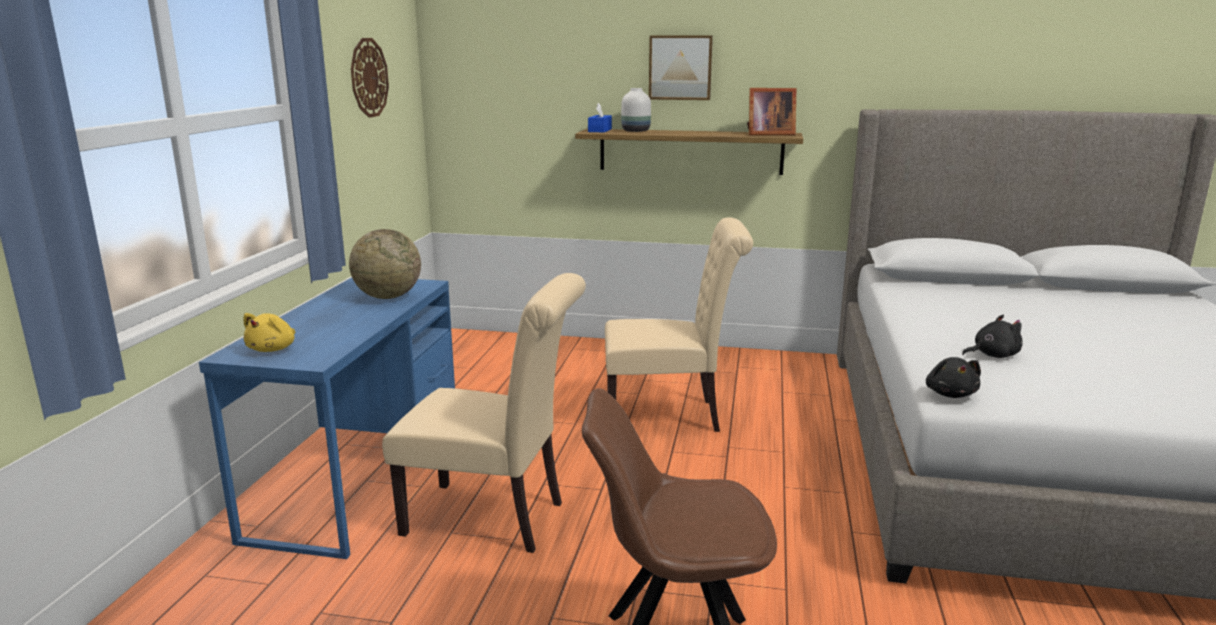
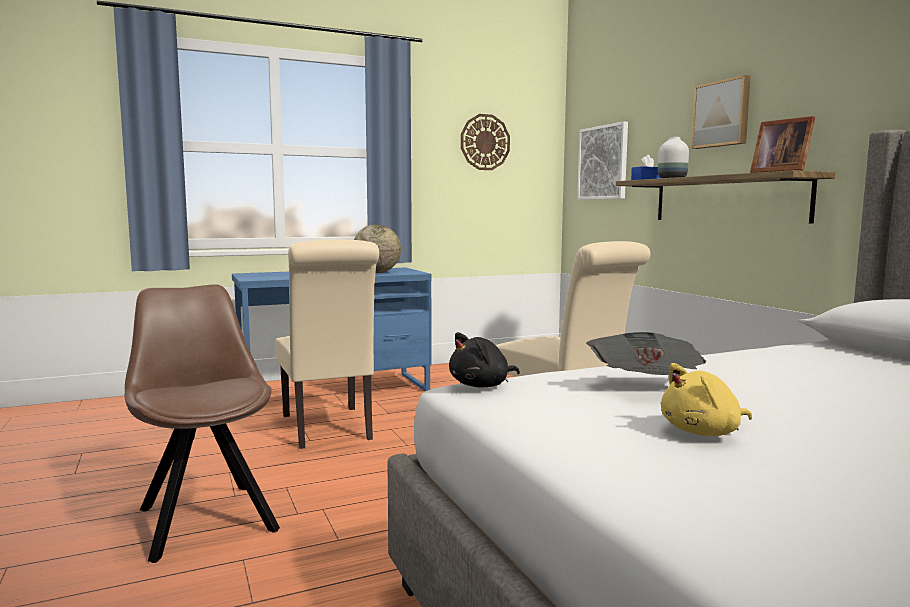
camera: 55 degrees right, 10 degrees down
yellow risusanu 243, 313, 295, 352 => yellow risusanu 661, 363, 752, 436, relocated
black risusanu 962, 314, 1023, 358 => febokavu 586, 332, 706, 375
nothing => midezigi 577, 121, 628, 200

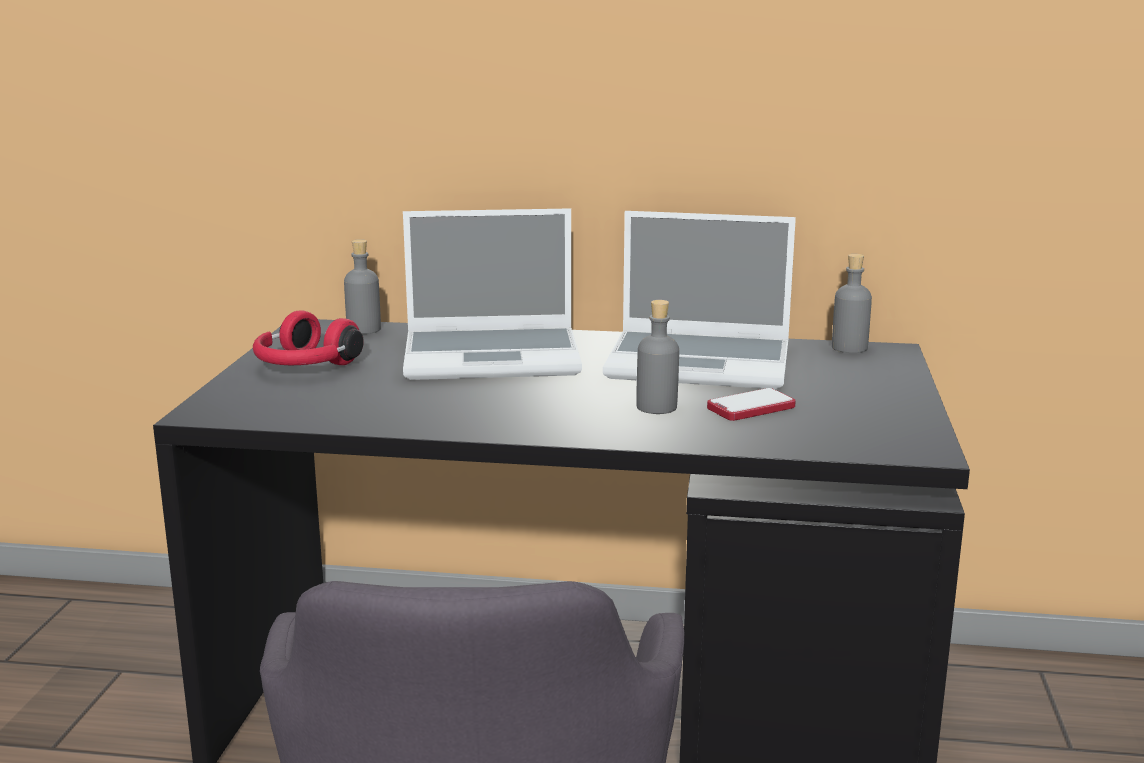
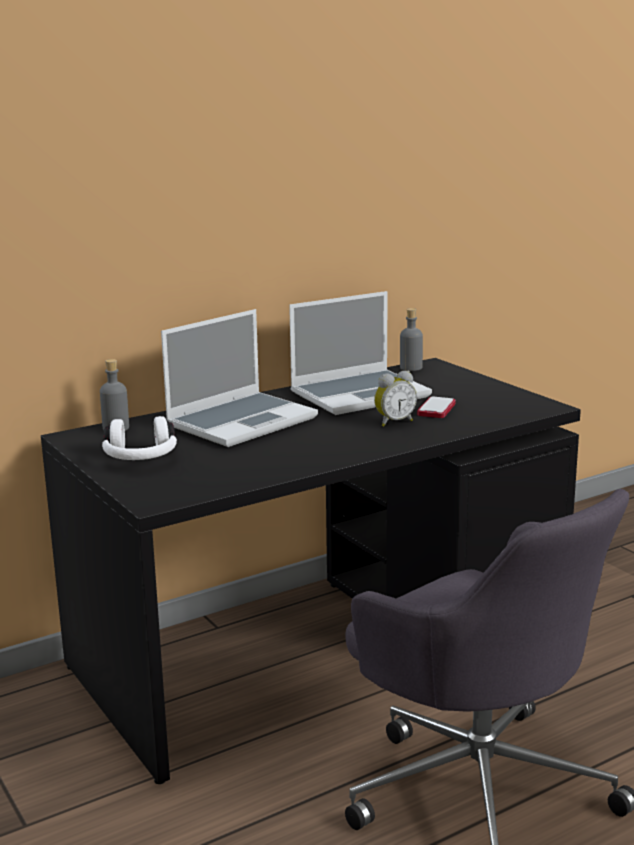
camera: 40 degrees left, 0 degrees up
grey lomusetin 636, 300, 679, 414 => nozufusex 374, 371, 417, 427
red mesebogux 253, 310, 364, 365 => white mesebogux 102, 416, 177, 460

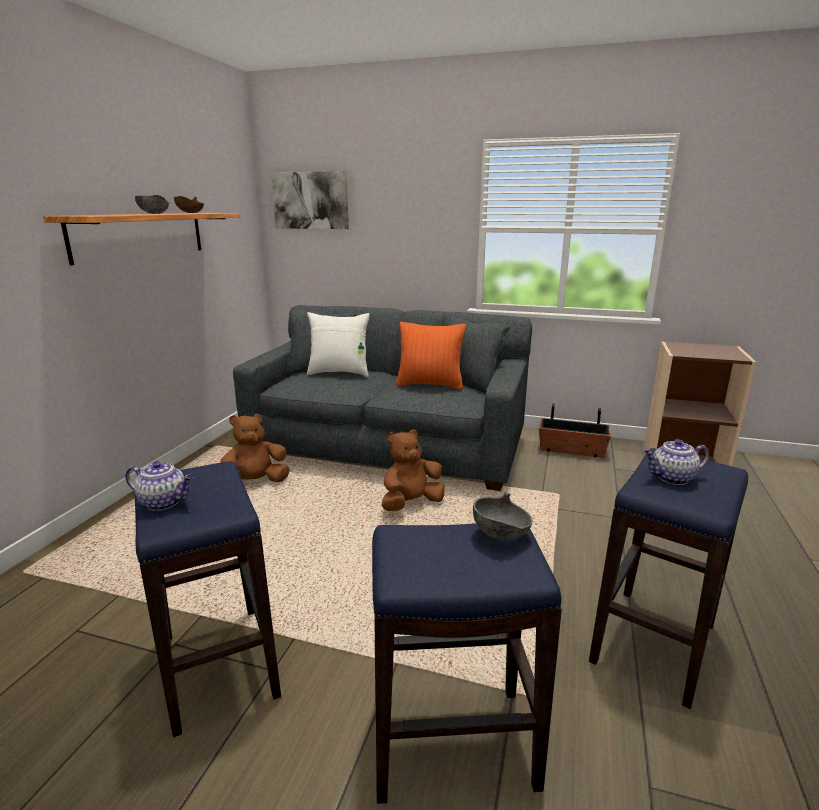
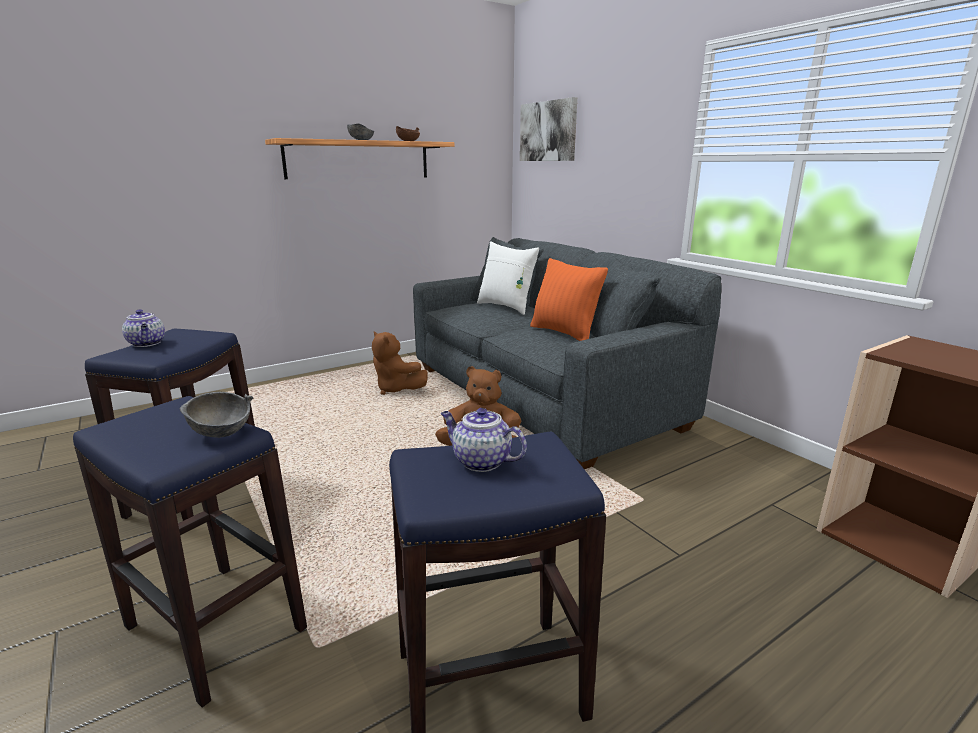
camera: 40 degrees right, 0 degrees up
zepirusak 539, 403, 611, 458 => nothing
brown risusanu 220, 414, 290, 482 => brown risusanu 372, 331, 428, 395, 150 degrees counterclockwise

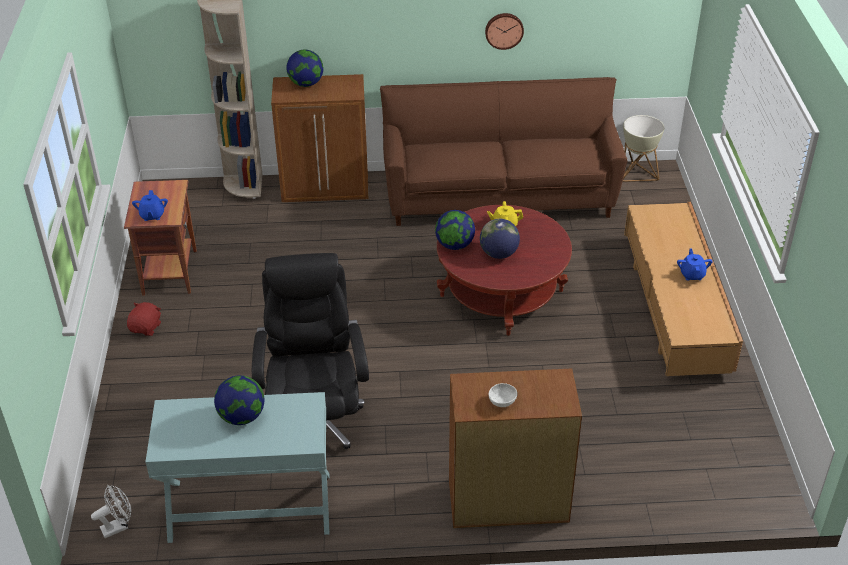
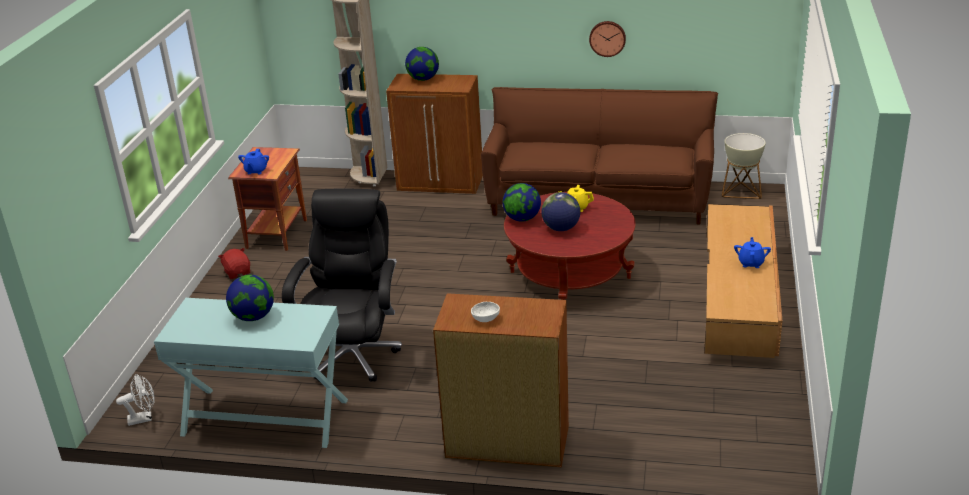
camera: 15 degrees right, 10 degrees down
red risusanu 127, 302, 161, 336 => red risusanu 218, 248, 250, 279, 60 degrees counterclockwise

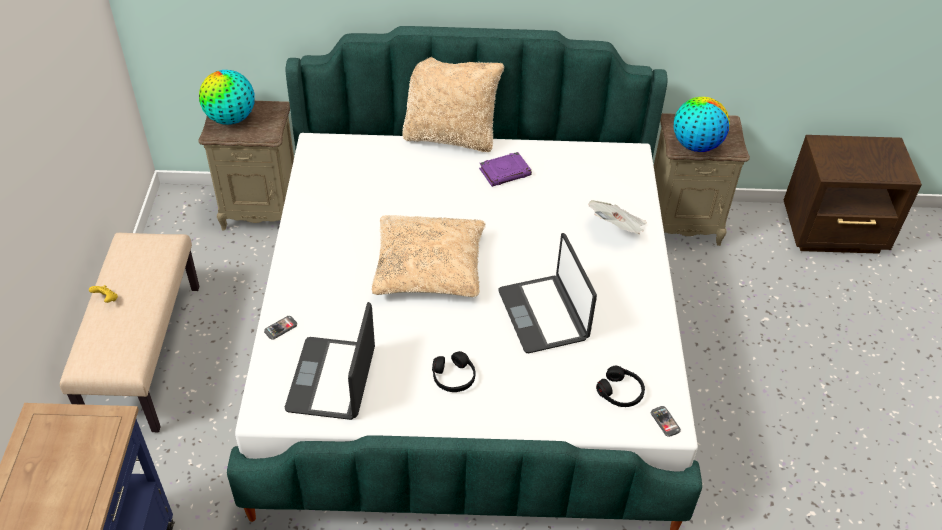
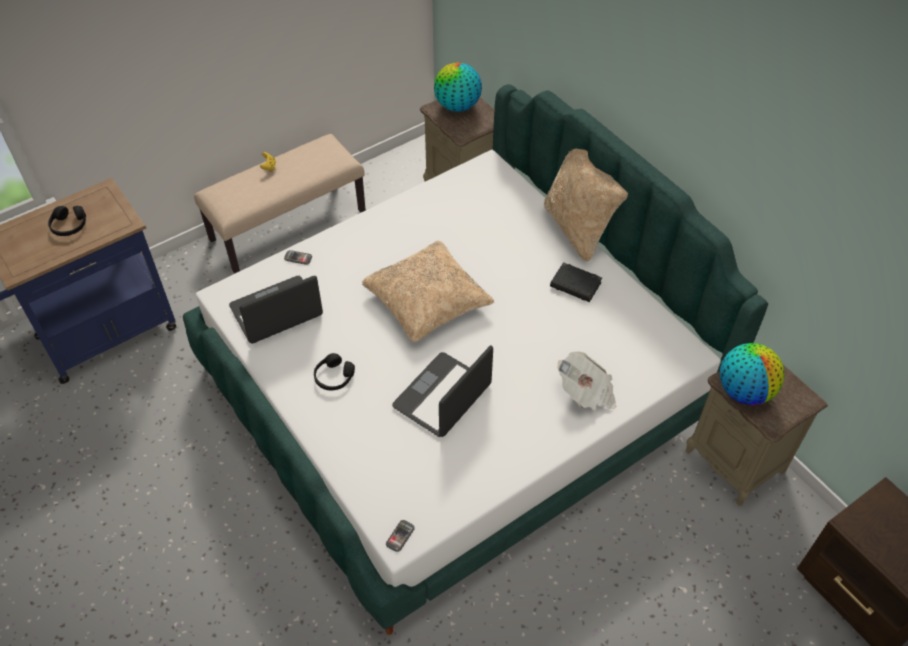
camera: 55 degrees right, 5 degrees up
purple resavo 479, 152, 532, 187 => black resavo 550, 262, 602, 302
black mesebogux 596, 366, 645, 407 => black mesebogux 48, 206, 86, 236, relocated

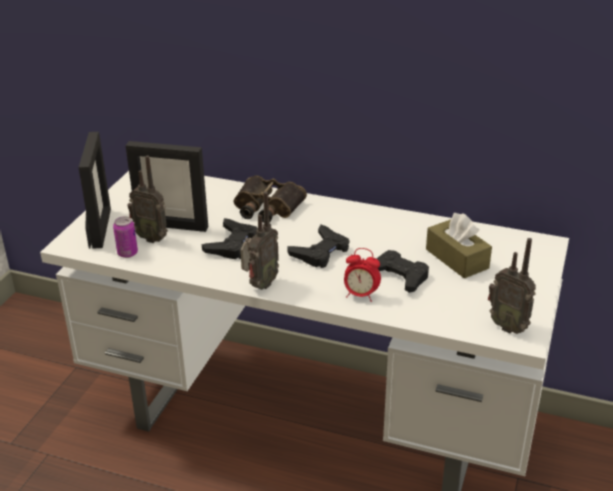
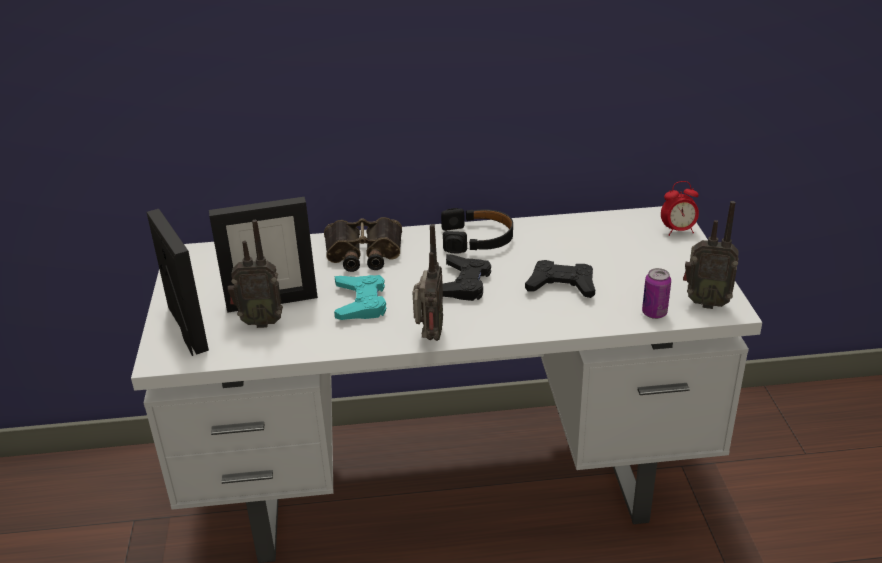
camera: 25 degrees left, 0 degrees up
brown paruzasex 426, 213, 492, 278 => nothing
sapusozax 113, 216, 138, 258 => sapusozax 642, 268, 671, 319, relocated
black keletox 202, 218, 258, 259 => turquoise keletox 334, 275, 386, 320
nozufusex 344, 248, 381, 302 => nozufusex 661, 181, 699, 236, relocated
nothing => black mesebogux 441, 208, 513, 254

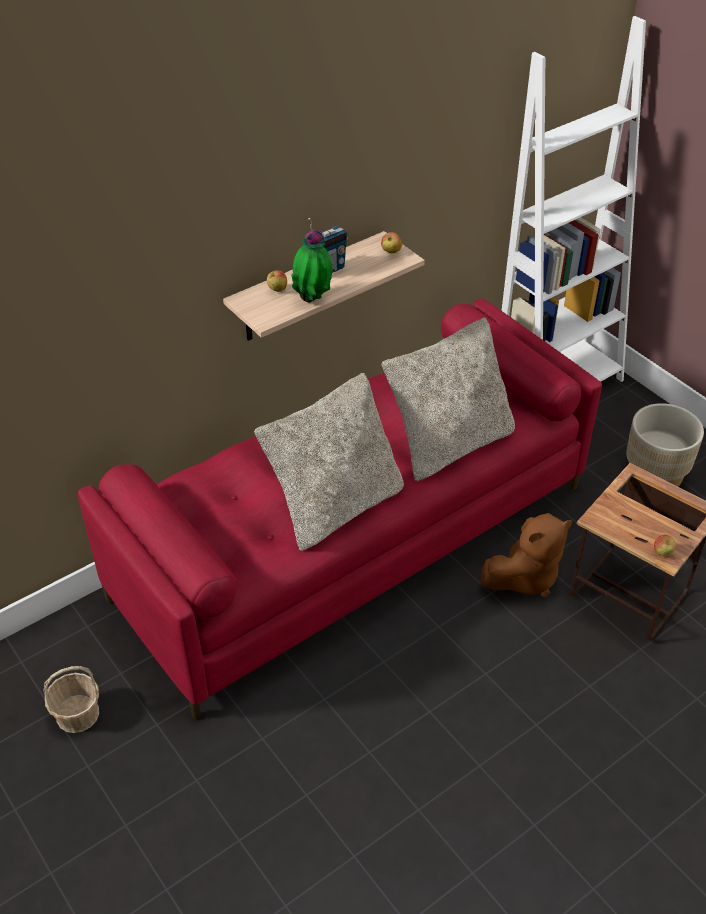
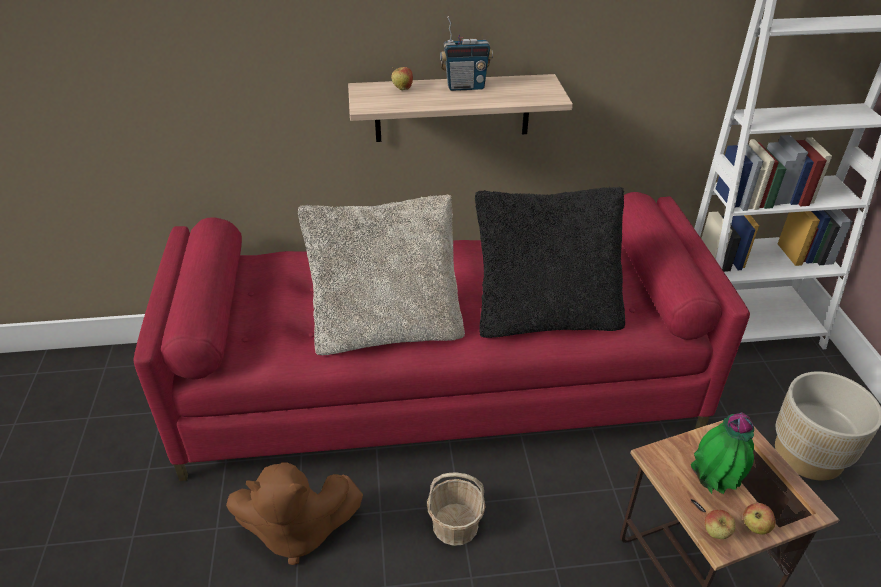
camera: 30 degrees right, 5 degrees down
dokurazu 291, 229, 332, 302 => dokurazu 691, 412, 754, 494, relocated
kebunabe 381, 232, 402, 254 => kebunabe 743, 503, 776, 534, relocated
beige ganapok 381, 318, 515, 481 => black ganapok 475, 187, 625, 338
brown risusanu 480, 513, 572, 597 => brown risusanu 226, 462, 363, 565, relocated
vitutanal 44, 666, 99, 733 => vitutanal 427, 472, 486, 546, relocated

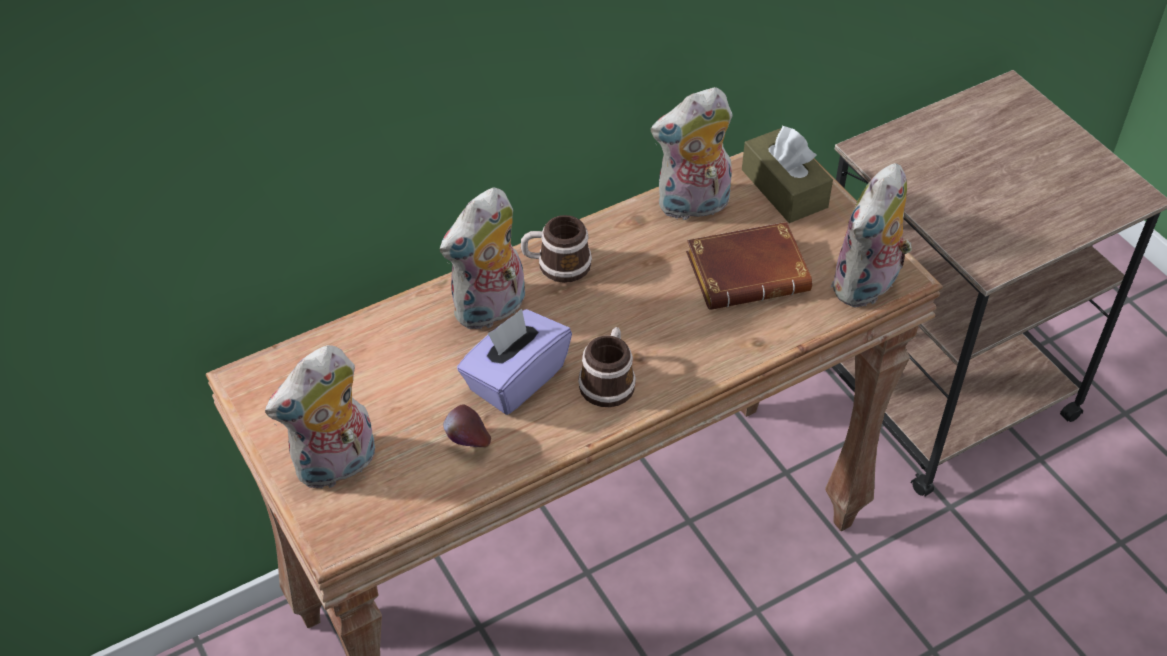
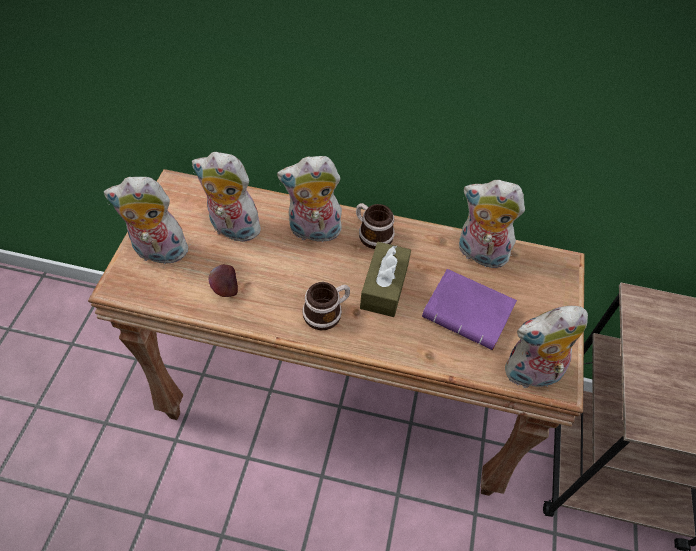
camera: 40 degrees right, 5 degrees up
brown paruzasex 742, 125, 833, 223 => brown paruzasex 360, 242, 411, 317, relocated
brown resavo 686, 222, 812, 310 => purple resavo 422, 269, 517, 350
purple paruzasex 457, 309, 572, 415 => nothing
nothing => risusanu 192, 152, 263, 242

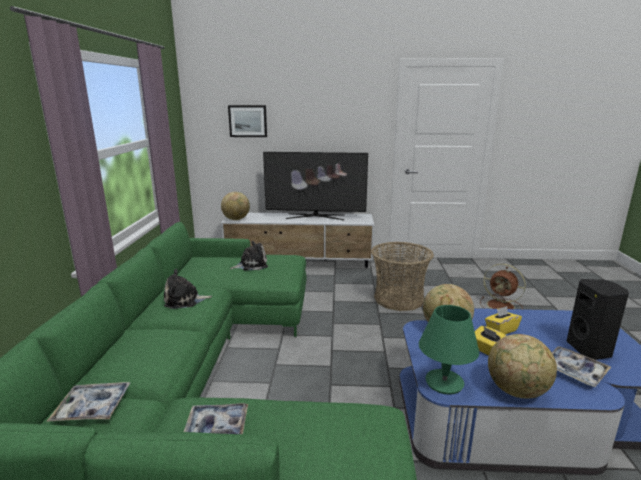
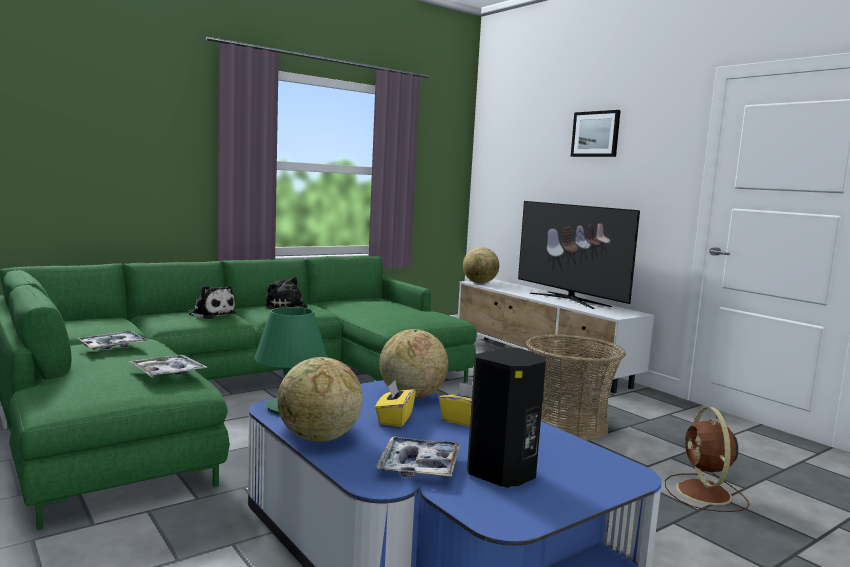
camera: 50 degrees right, 10 degrees down
midezigi 228, 105, 267, 137 => midezigi 571, 110, 621, 157, relocated
risusanu 230, 241, 268, 271 => risusanu 188, 286, 236, 319, relocated
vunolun 46, 382, 131, 422 => vunolun 128, 355, 208, 377, relocated

